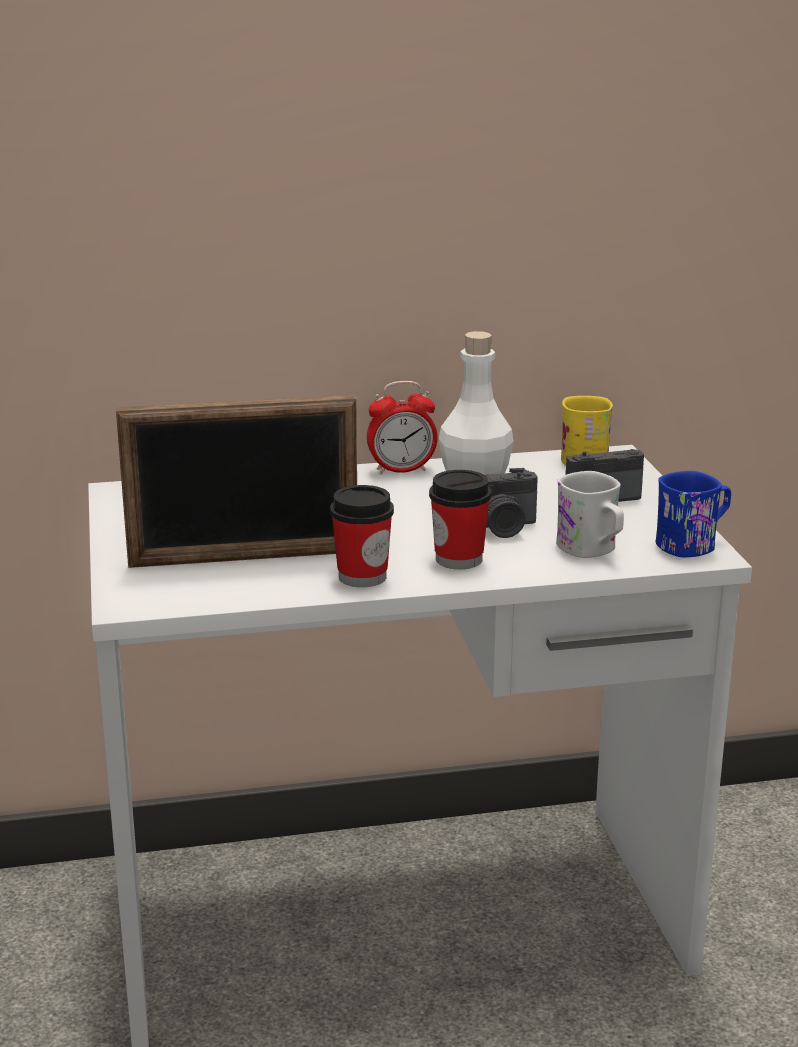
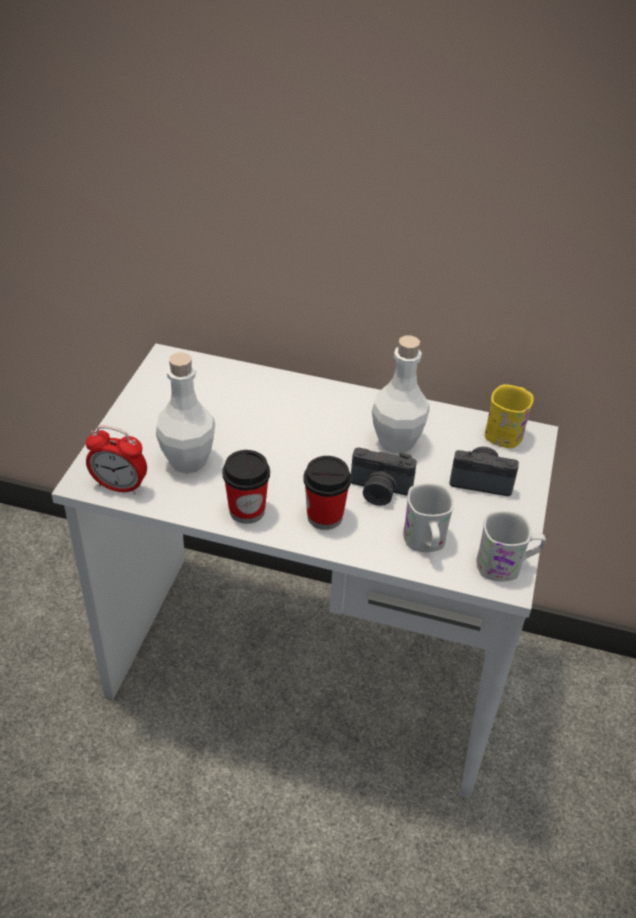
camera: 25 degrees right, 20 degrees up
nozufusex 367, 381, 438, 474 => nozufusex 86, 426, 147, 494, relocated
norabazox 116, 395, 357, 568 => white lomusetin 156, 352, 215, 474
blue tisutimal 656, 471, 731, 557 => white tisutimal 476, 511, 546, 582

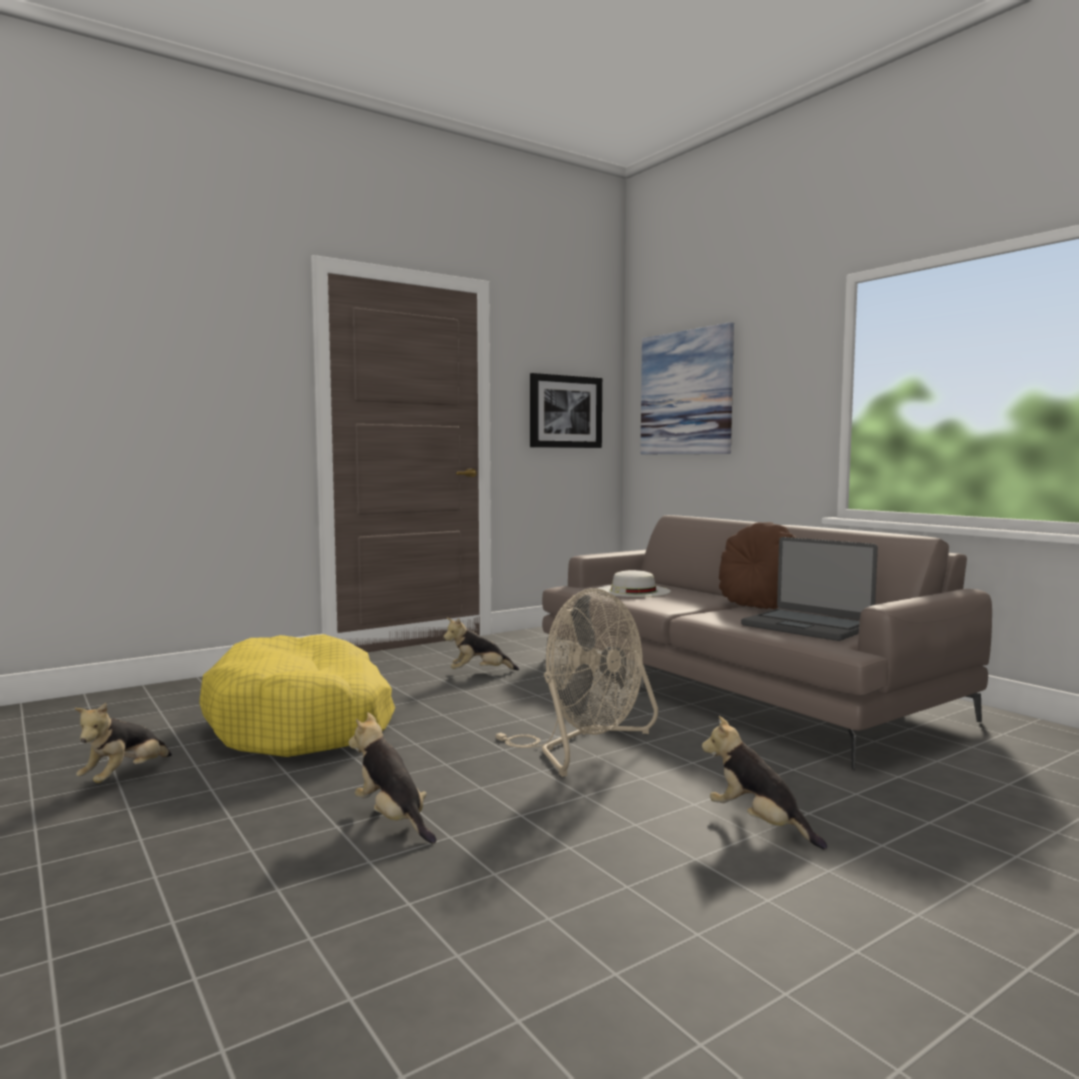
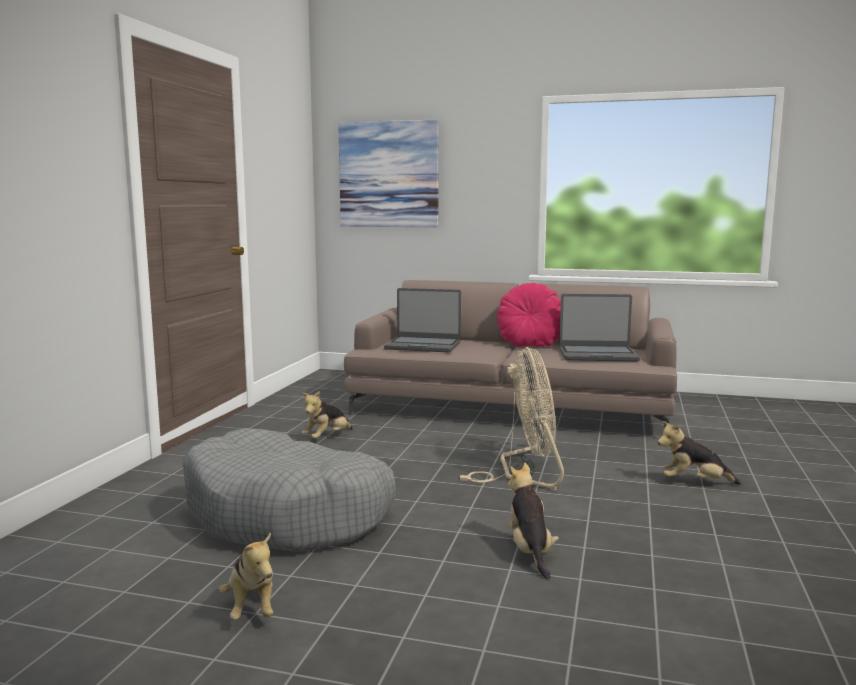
camera: 40 degrees left, 5 degrees up
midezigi 530, 373, 602, 448 => nothing
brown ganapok 719, 522, 797, 609 => pink ganapok 497, 283, 561, 347
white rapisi 598, 570, 671, 597 => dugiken 384, 288, 461, 352
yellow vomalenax 199, 634, 395, 757 => grey vomalenax 183, 428, 396, 552
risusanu 348, 712, 436, 844 => risusanu 508, 463, 559, 579, 75 degrees clockwise

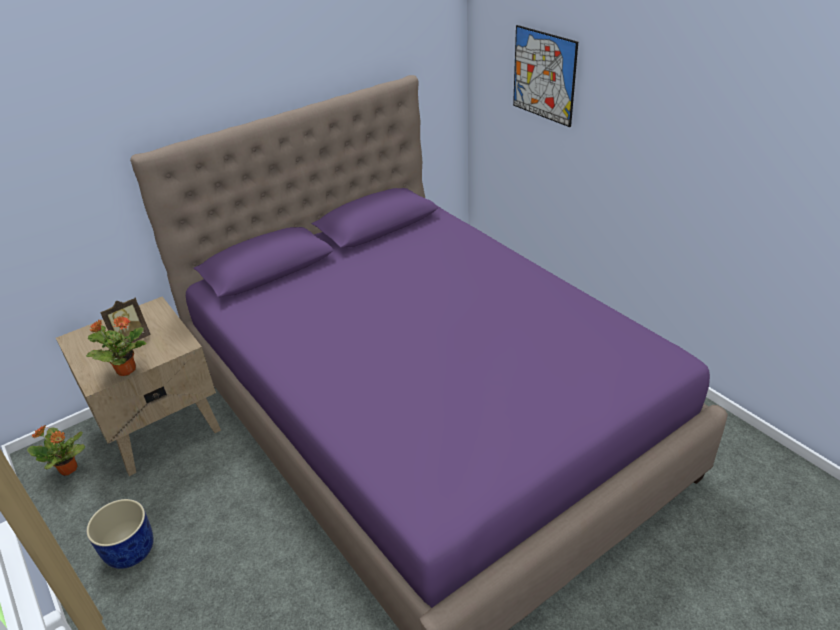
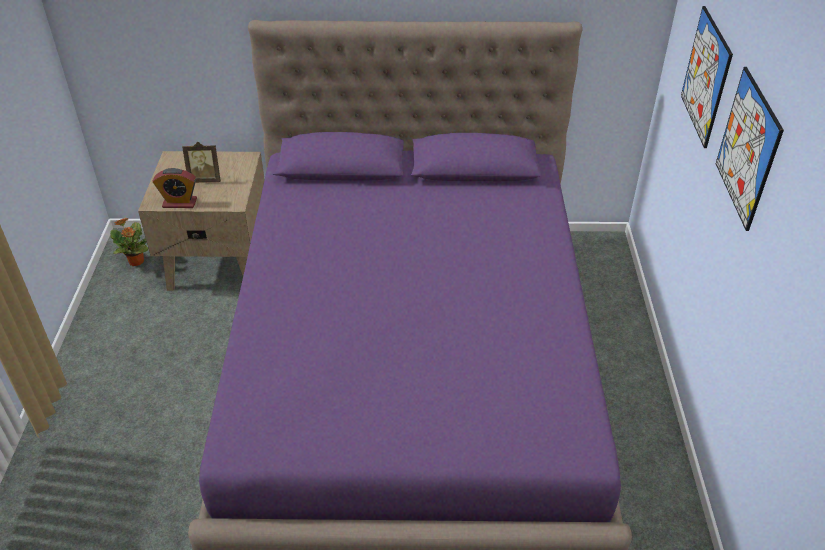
camera: 35 degrees right, 5 degrees up
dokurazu 86, 316, 146, 376 => nozufusex 153, 168, 197, 208
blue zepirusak 86, 499, 153, 569 => nothing
nothing => midezigi 716, 67, 784, 231

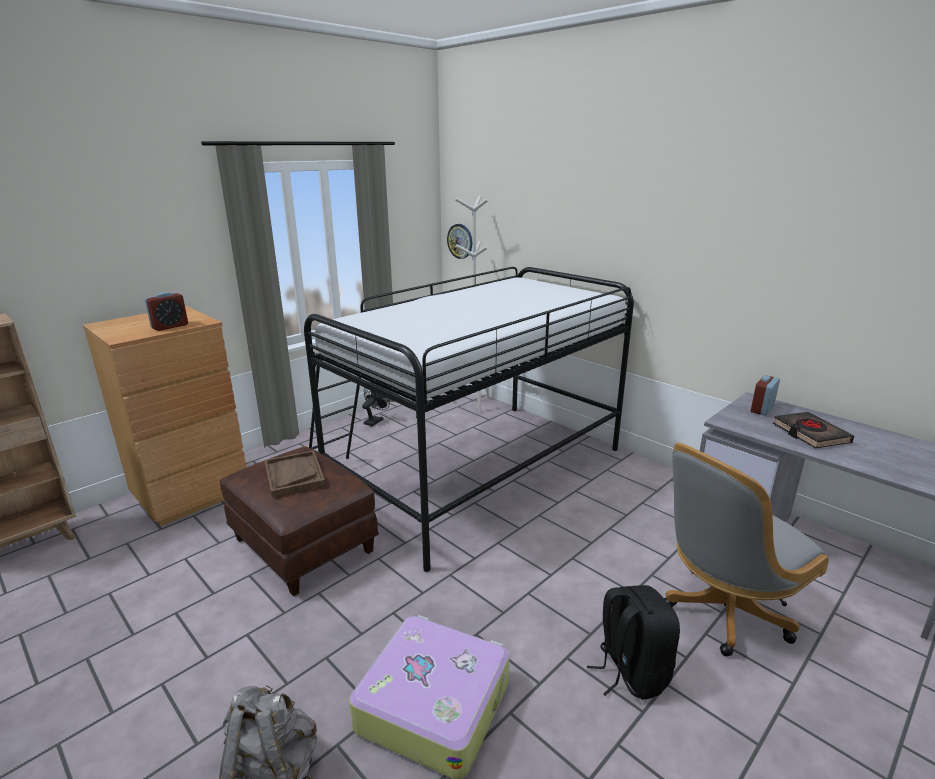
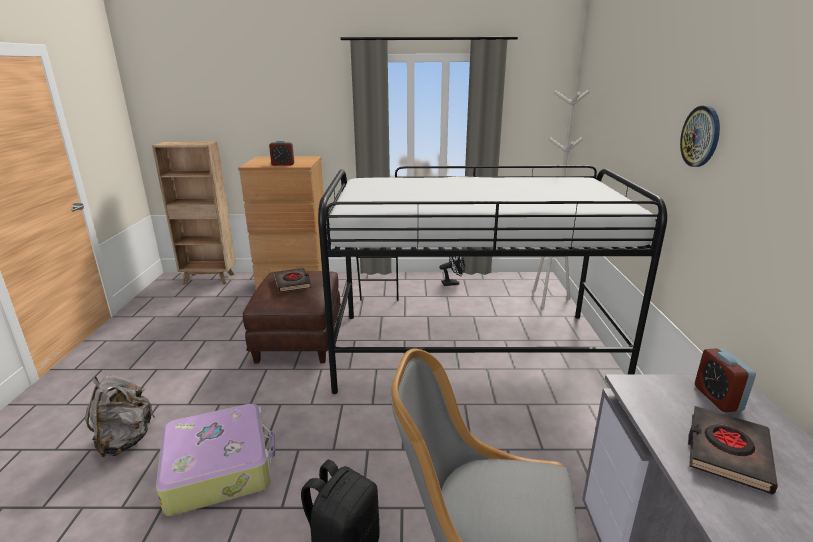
camera: 45 degrees right, 0 degrees up
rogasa 447, 224, 472, 259 => rogasa 680, 106, 720, 167, relocated
nozufusex 751, 375, 780, 416 => nozufusex 695, 348, 756, 412, 90 degrees counterclockwise
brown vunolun 264, 450, 326, 497 => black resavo 274, 268, 311, 293

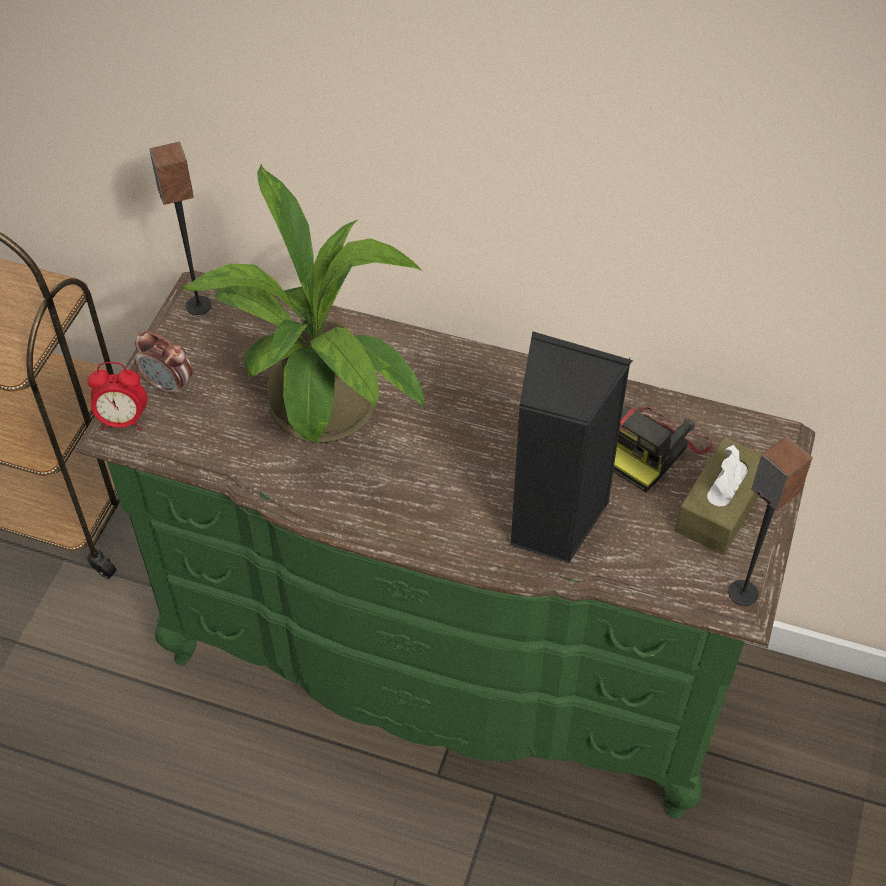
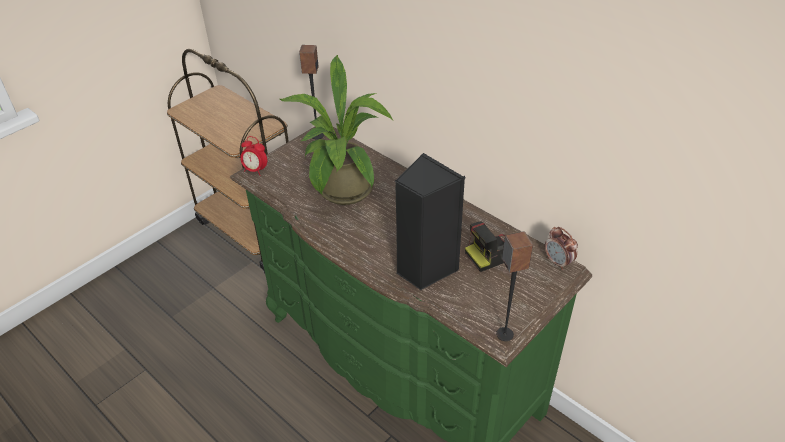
camera: 25 degrees right, 10 degrees down
nozufusex 135, 331, 193, 397 => nozufusex 545, 227, 578, 270, relocated
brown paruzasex 675, 437, 762, 555 => nothing

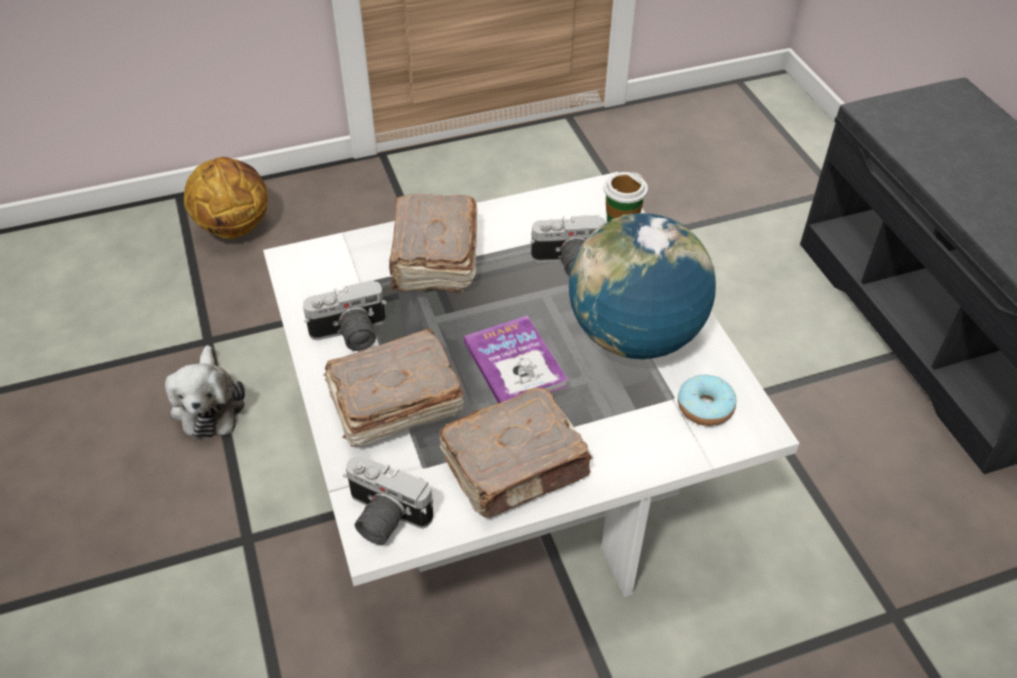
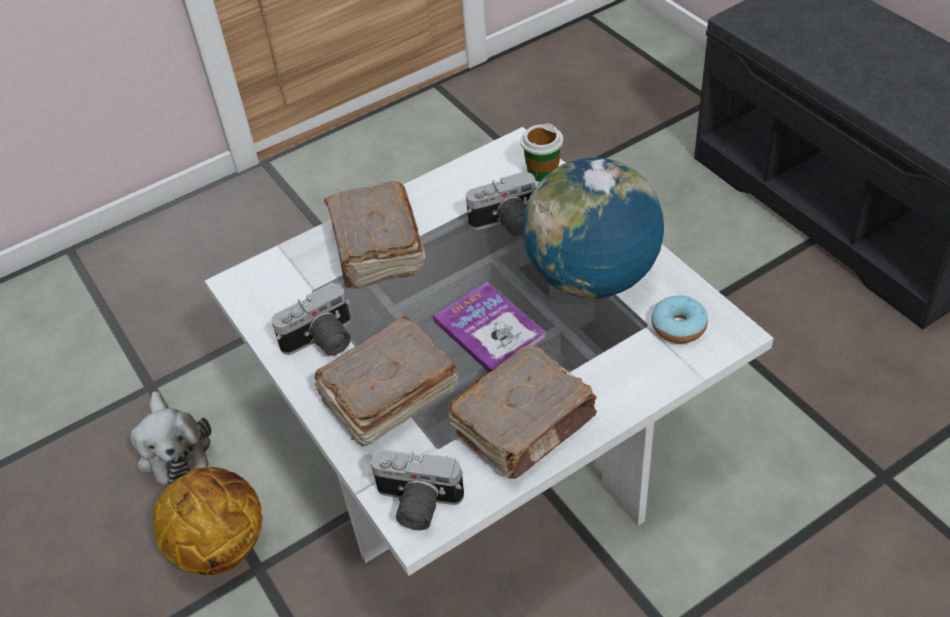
camera: 10 degrees left, 0 degrees up
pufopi 184, 157, 268, 239 => pufopi 153, 467, 263, 576, relocated

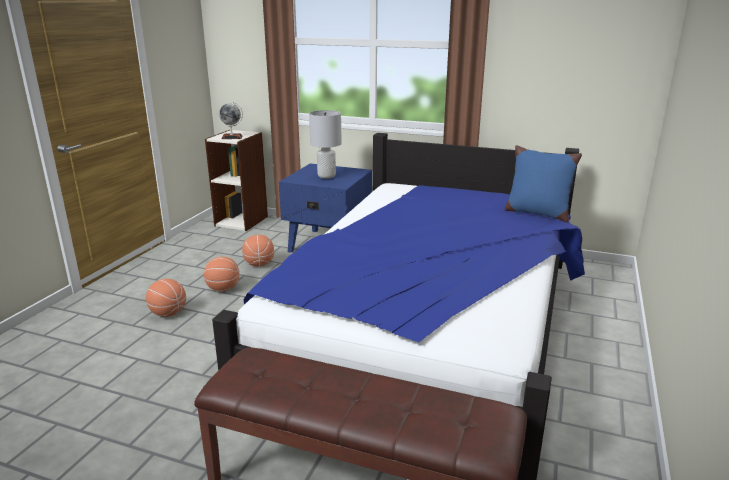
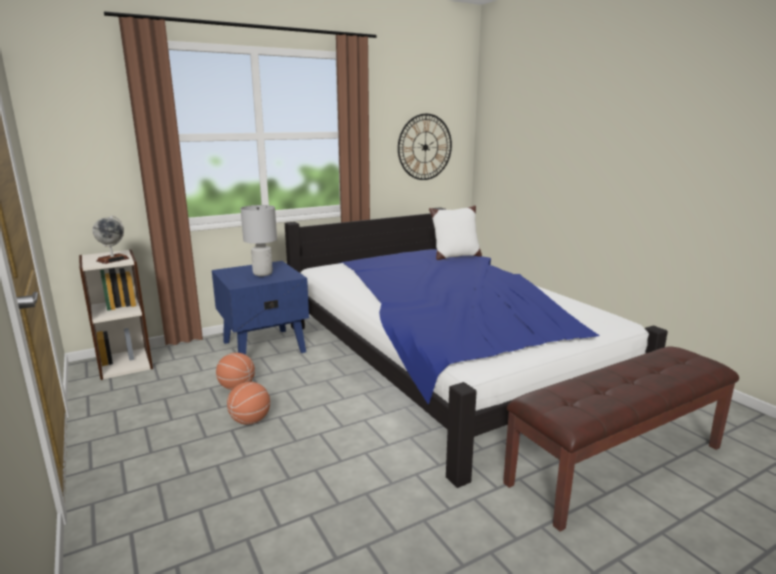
camera: 50 degrees left, 5 degrees down
blue ganapok 505, 145, 582, 222 => white ganapok 429, 205, 482, 260
pufopi 146, 279, 186, 317 => nothing
nothing => rogasa 398, 114, 452, 180

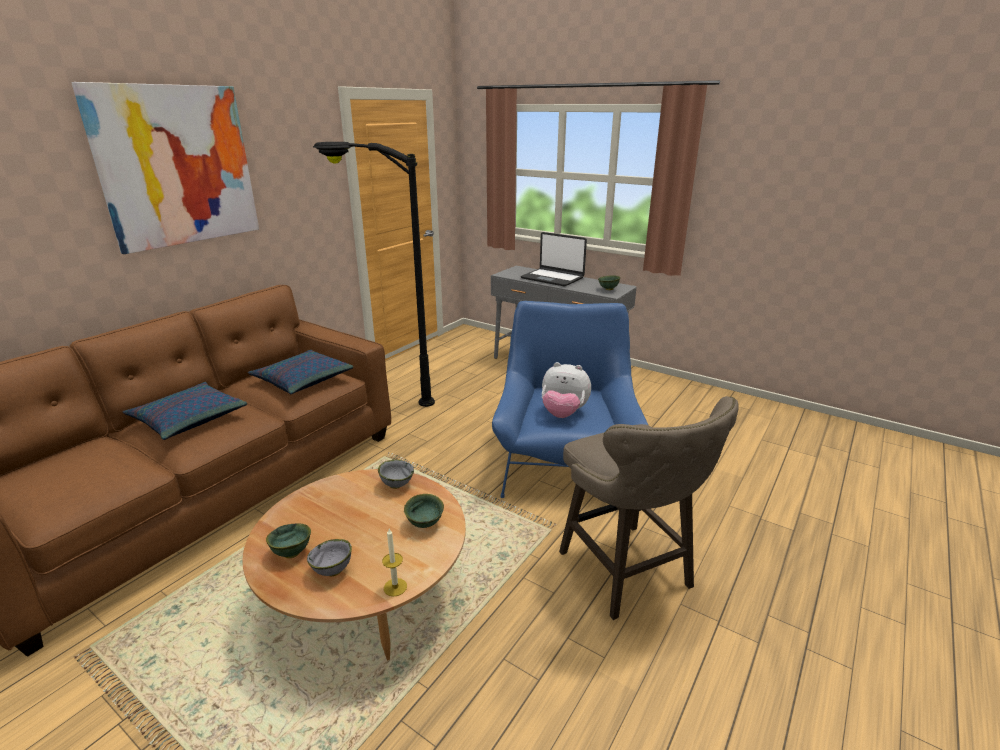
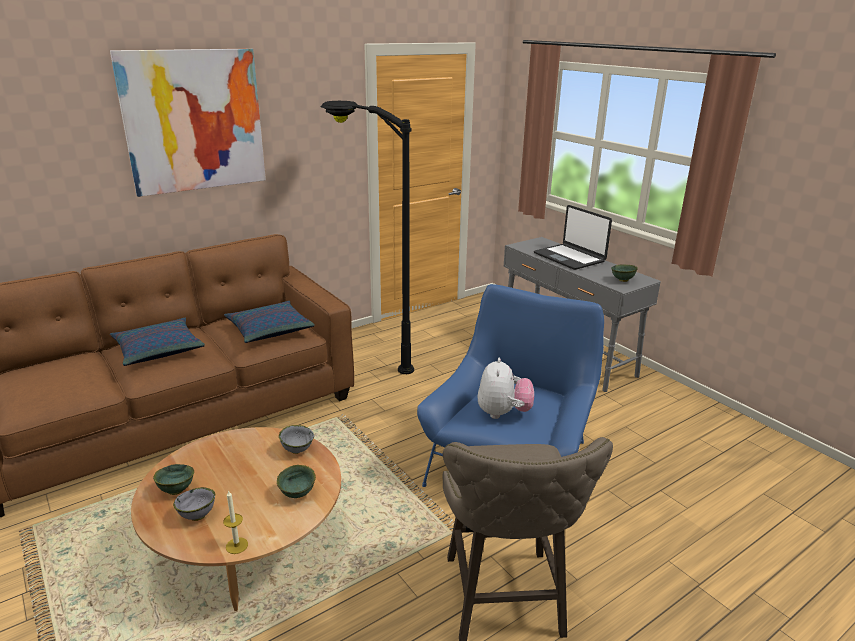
camera: 20 degrees right, 0 degrees up
risusanu 542, 362, 591, 418 => risusanu 478, 357, 534, 419, 120 degrees counterclockwise

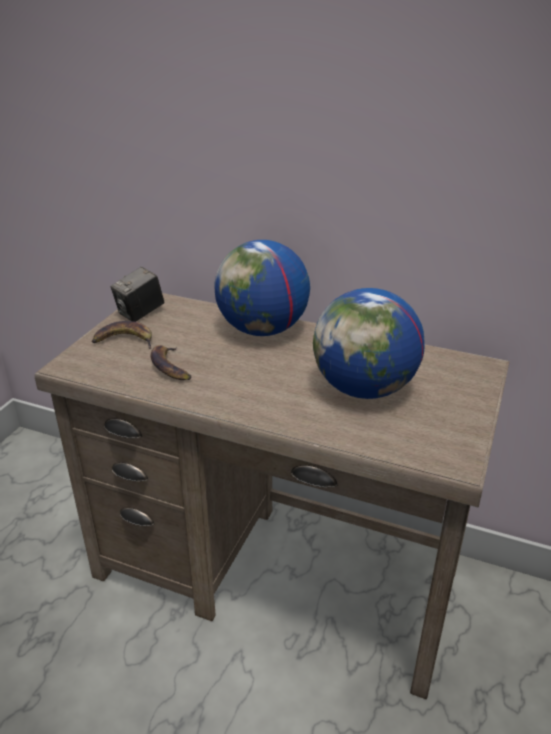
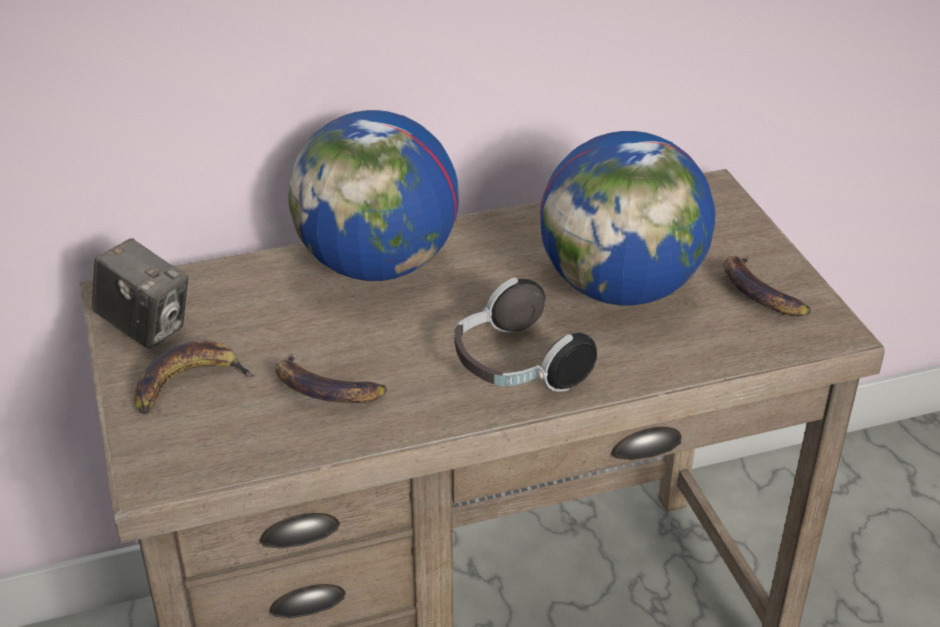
camera: 40 degrees left, 5 degrees up
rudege 111, 267, 164, 322 => rudege 92, 238, 188, 349, 60 degrees counterclockwise
nothing => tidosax 724, 256, 811, 316
nothing => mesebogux 455, 278, 597, 392

